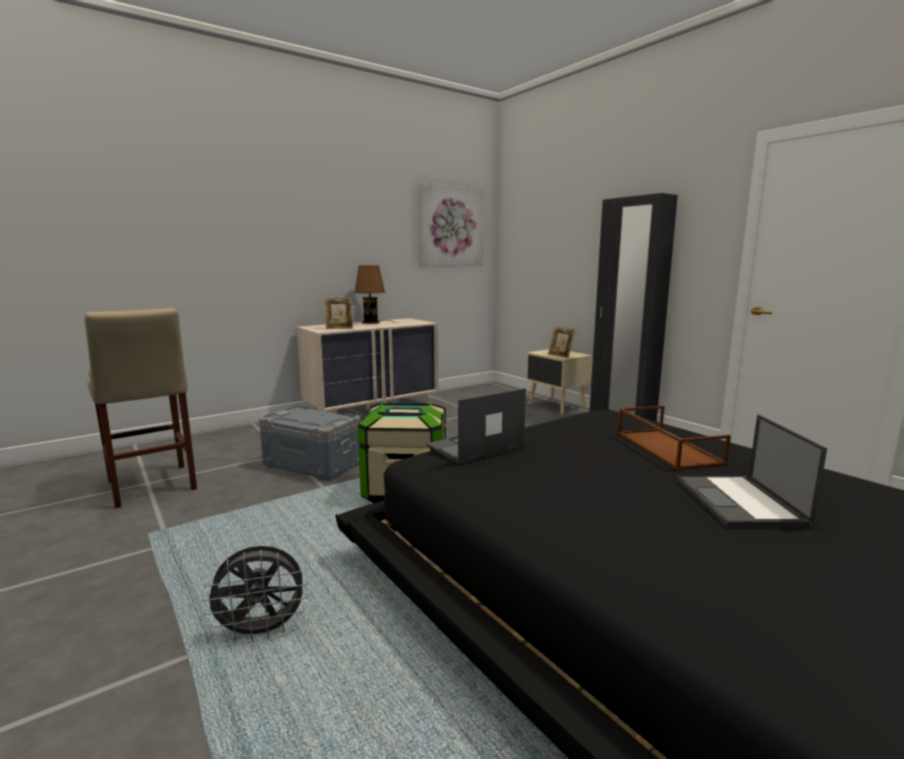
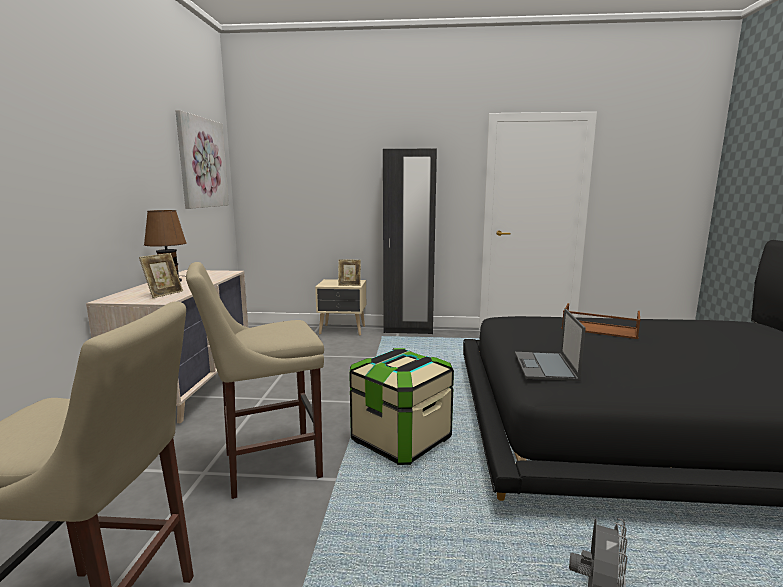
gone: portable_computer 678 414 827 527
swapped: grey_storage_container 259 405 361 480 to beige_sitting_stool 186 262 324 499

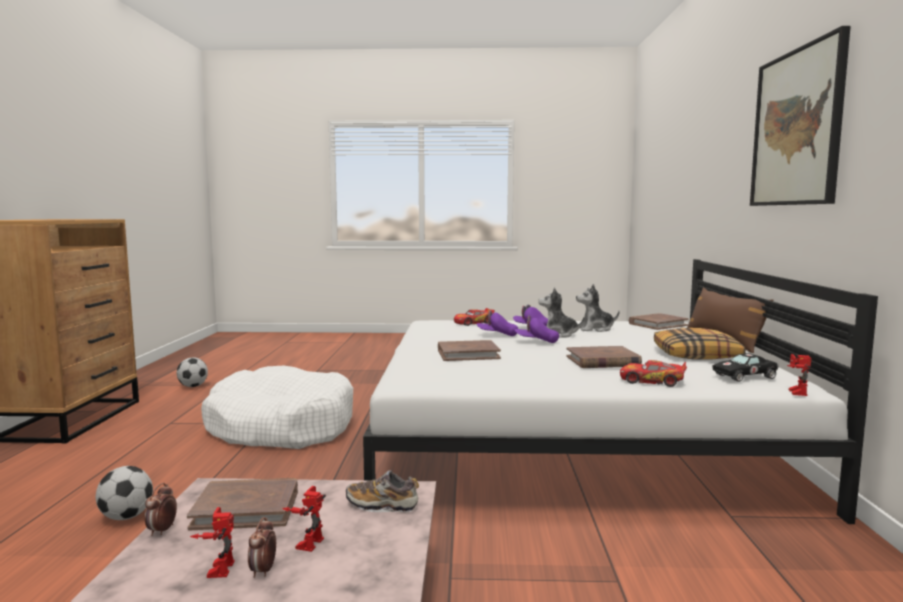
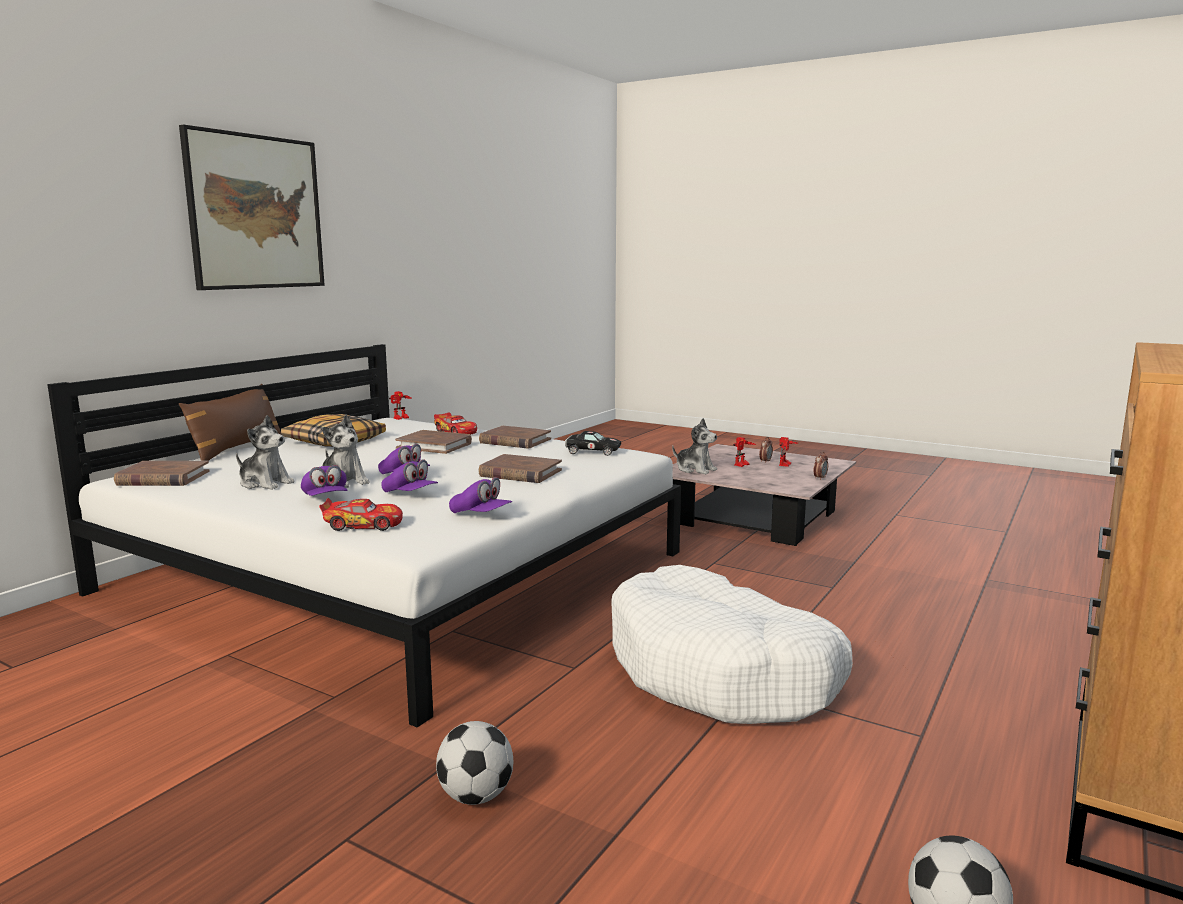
new: purple-coloured_cap 449 477 512 513
shifted: football 96 466 153 520 to 436 721 513 805; brown-coloured_volume 187 478 298 531 to 479 426 551 449; black-coloured_miniature_car 713 353 779 382 to 565 431 621 456
swapped: shoe 346 470 419 513 to soft_toy 672 418 717 474

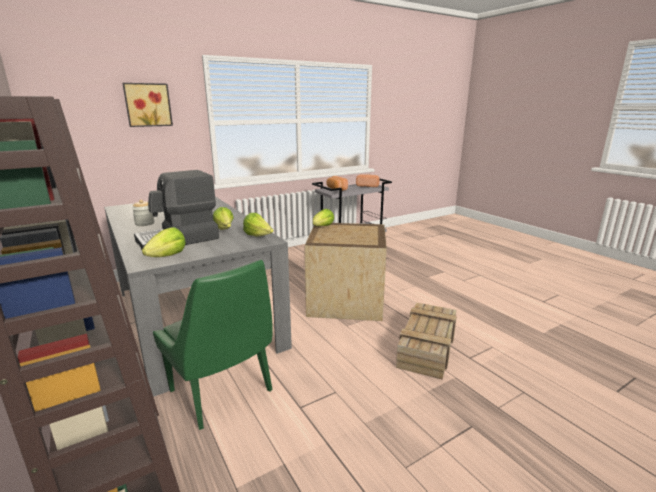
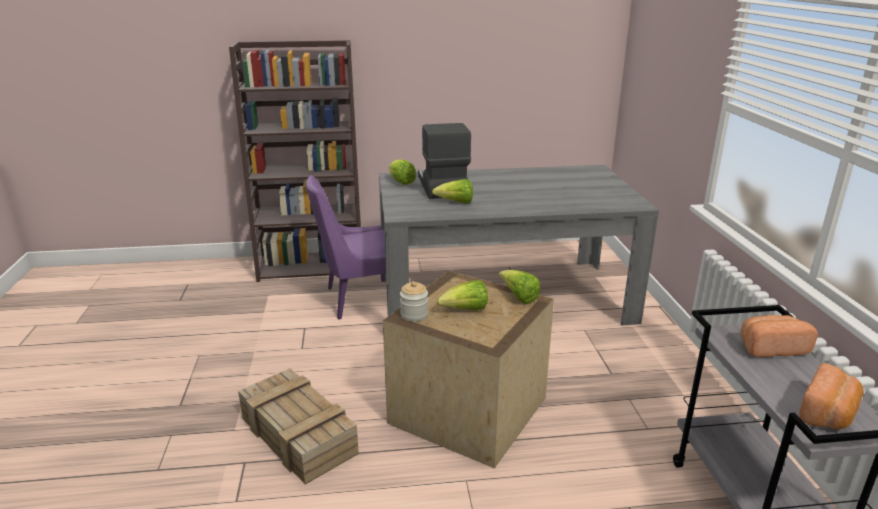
gone: wall_art 123 83 173 127
shifted: jar 132 200 154 226 to 400 281 428 322; lettuce_head 243 213 274 236 to 437 280 488 310
repainted: green_chair 153 260 273 430 to purple-coloured_chair 306 175 386 319

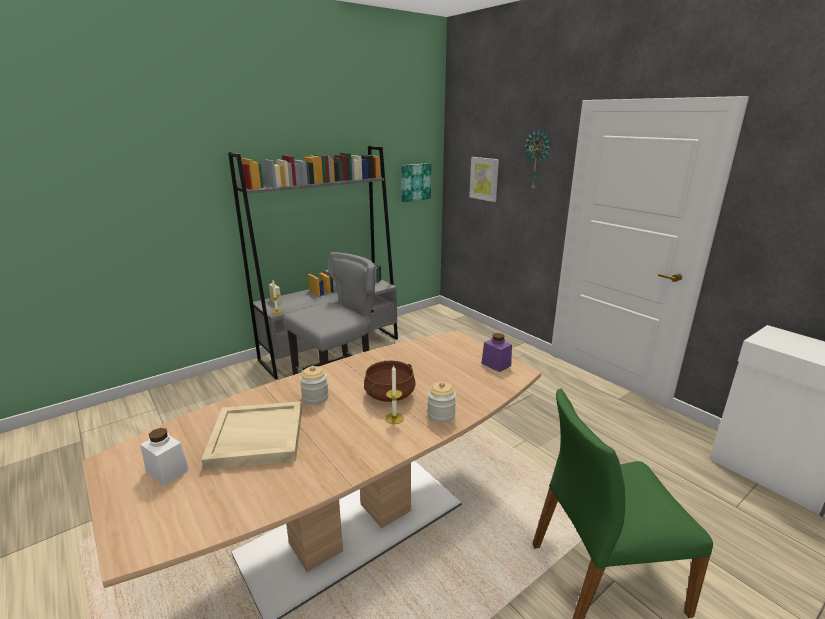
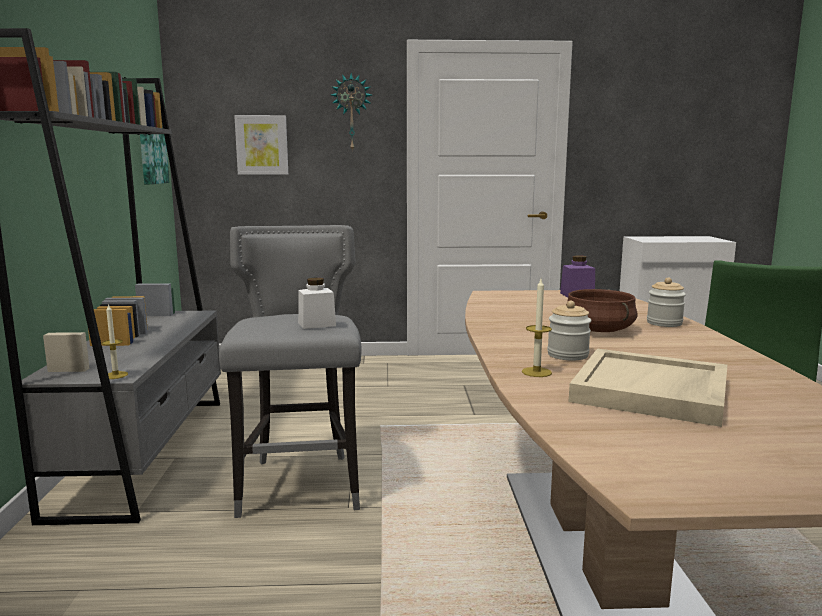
shifted: white_jar 140 428 189 486 to 298 278 336 329; wax_light 385 366 404 424 to 522 279 552 377

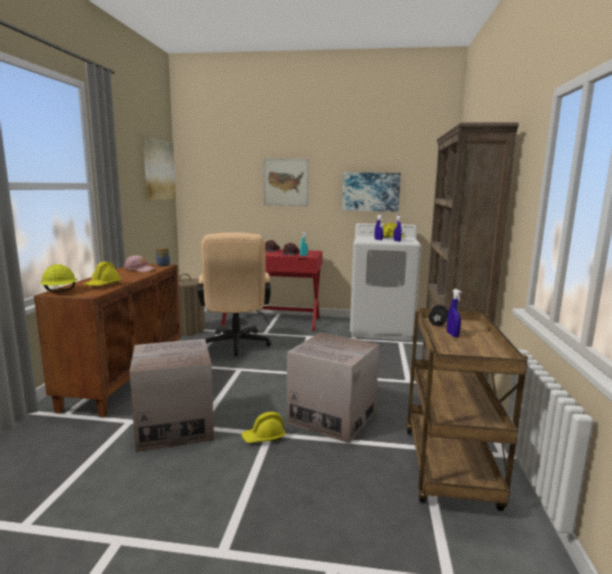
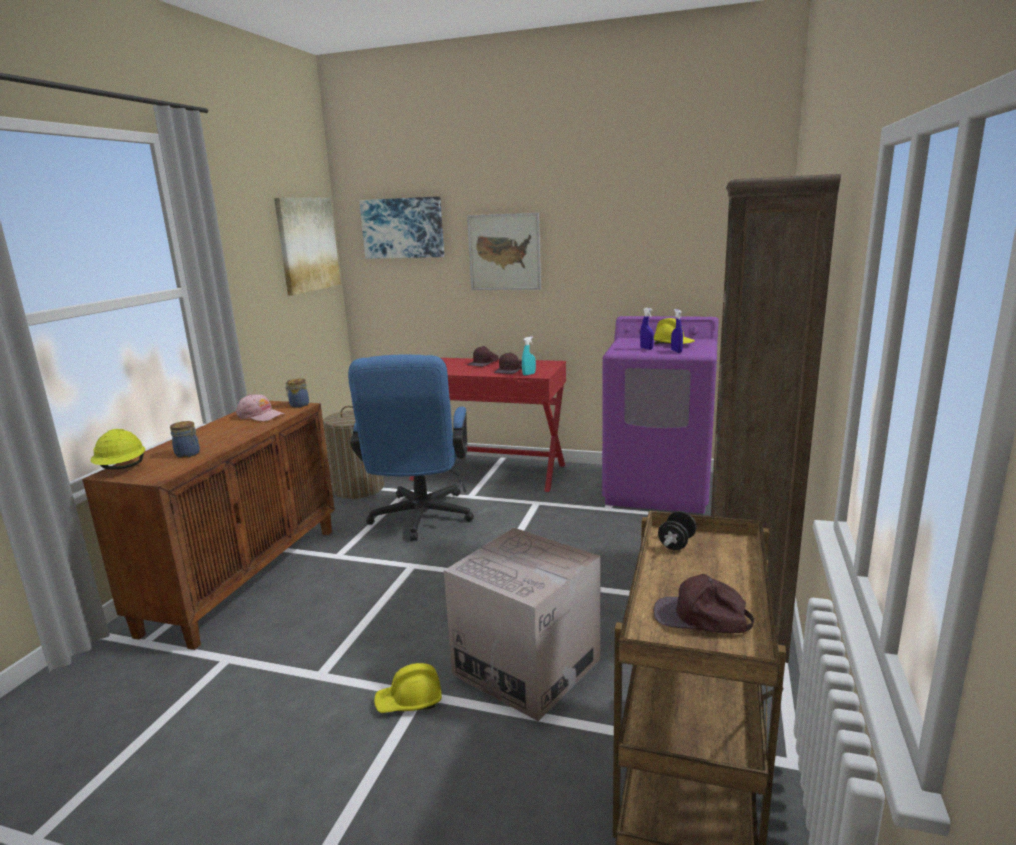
gone: packing_box 129 339 214 452; bluish_hand_sprayer 447 289 462 337
new: brown-coloured_cap 654 574 754 633
shifted: wall_art 342 172 401 212 to 359 196 444 259
swapped: yellow-coloured_work_helmet 84 262 122 286 to jar 170 421 200 458
repainted: beige_computer_chair 198 232 272 357 to bluish_computer_chair 348 354 474 541; white_washing_machine 350 223 422 341 to purple-coloured_washing_machine 602 316 719 514

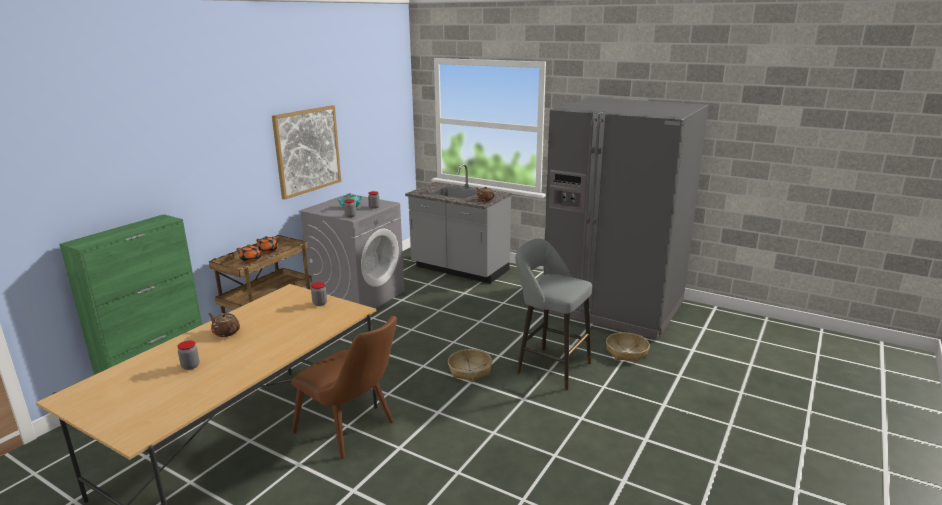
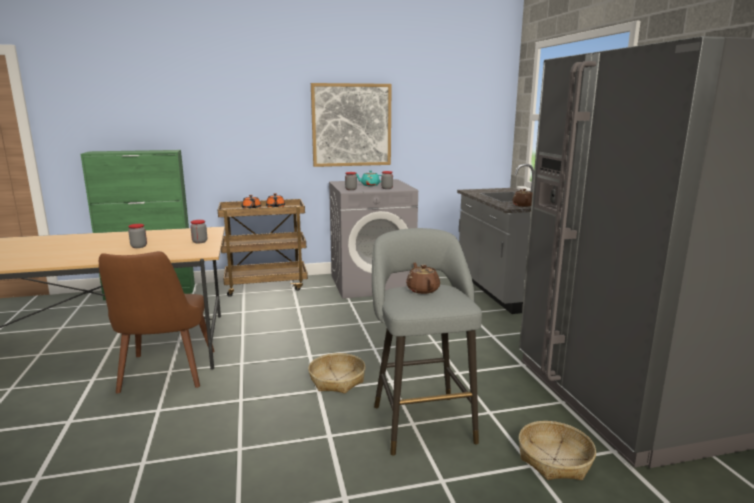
shifted: jar 177 341 199 370 to 128 224 147 248; brown-coloured_teapot 208 313 240 337 to 406 263 440 294

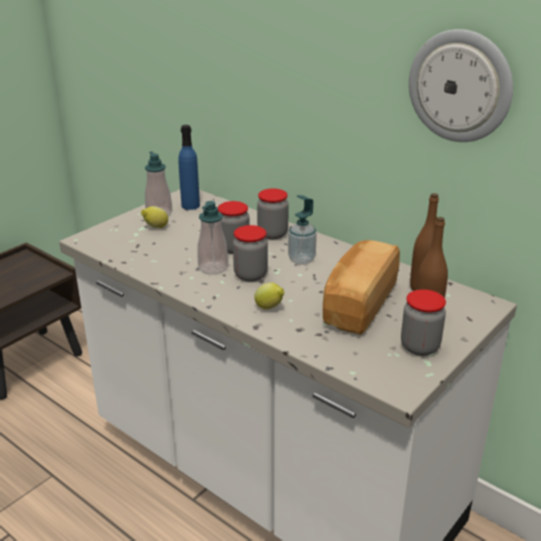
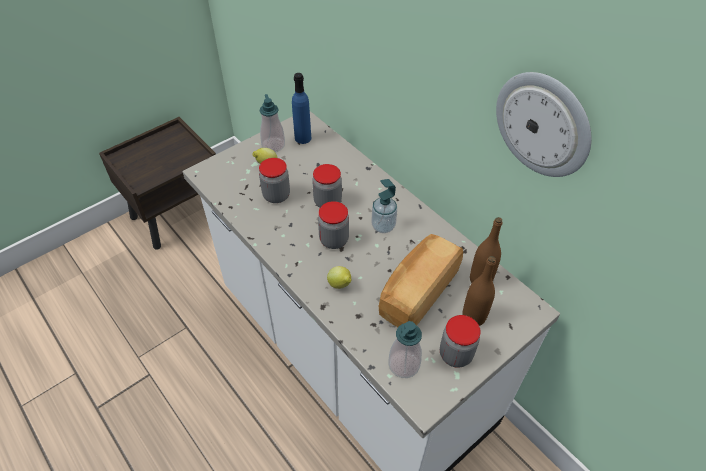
shifted: liquid_soap_bottle 197 201 228 275 to 388 321 422 378; jar 257 188 289 240 to 259 158 290 203

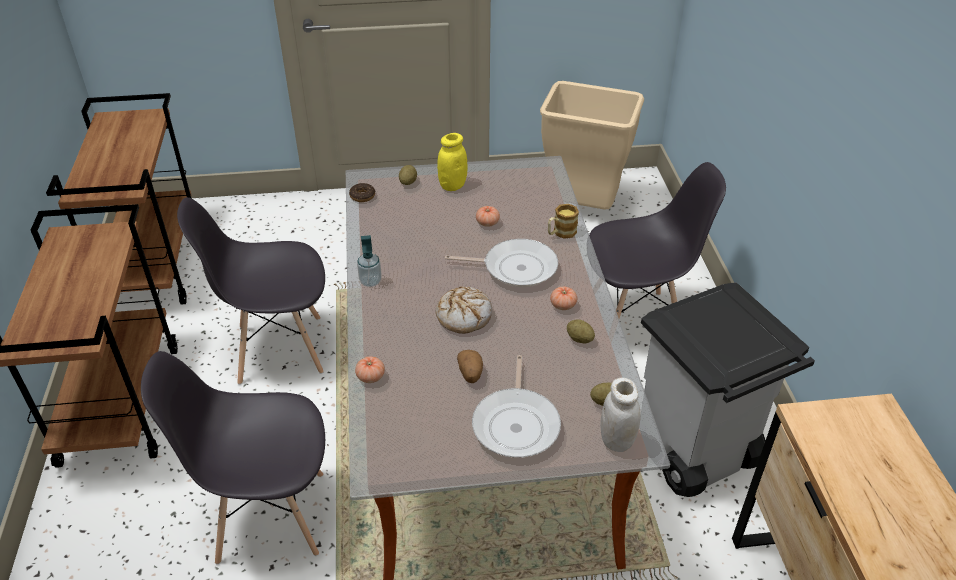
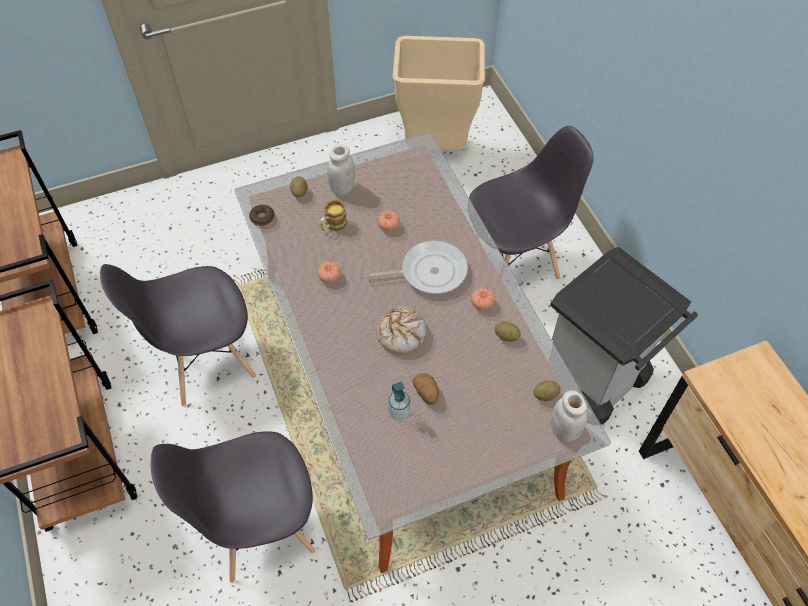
gone: skillet 472 355 561 458
shifted: fresh_tomato 355 356 385 383 to 317 262 341 283; liquid_soap_bottle 357 235 382 287 to 388 382 411 421; mug 548 204 579 239 to 320 199 347 231
repainted: yellow-coloured_jar 437 133 467 191 to white_jar 327 144 355 196

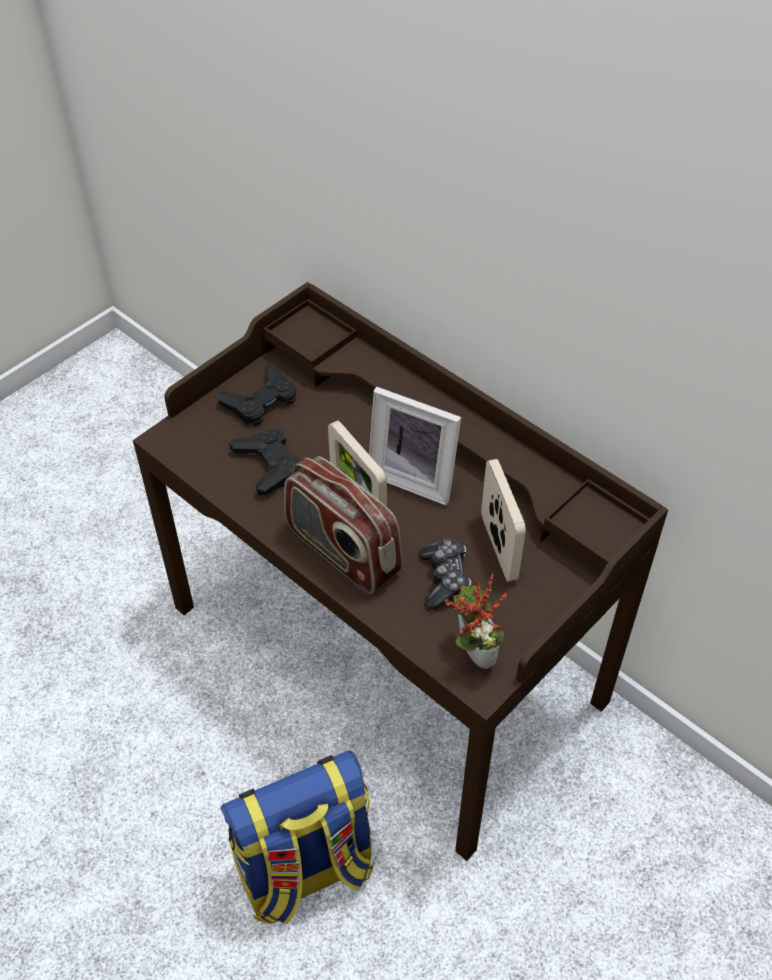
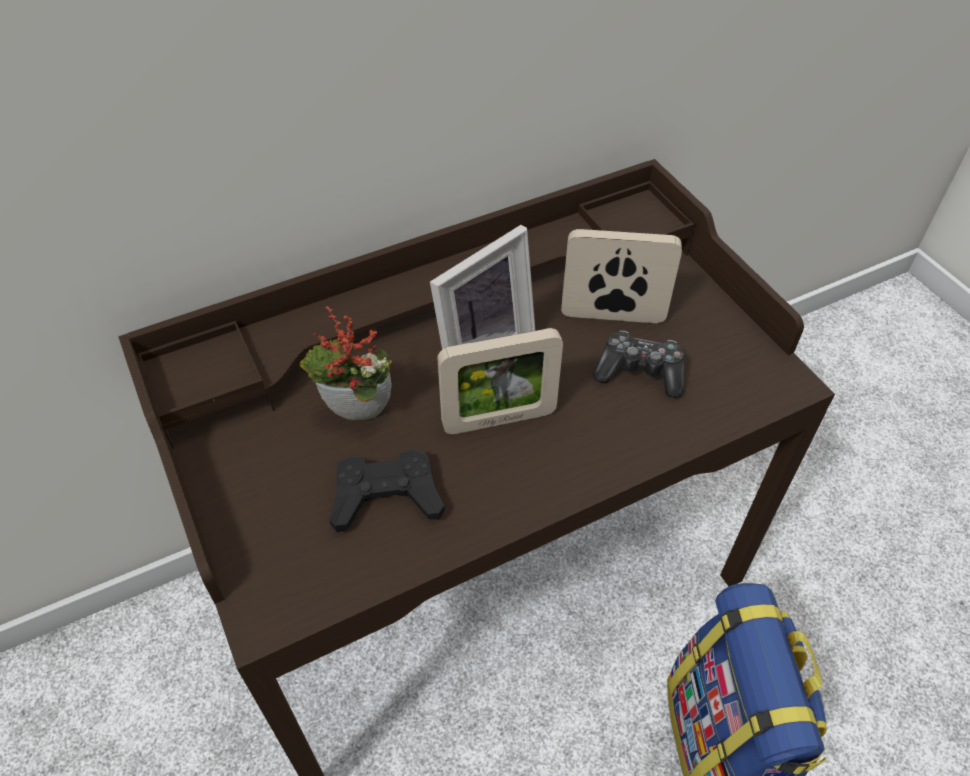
gone: black-coloured_joypad 217 362 296 426; radio_receiver 284 456 403 594
shifted: houseplant 445 574 507 669 to 300 306 392 420

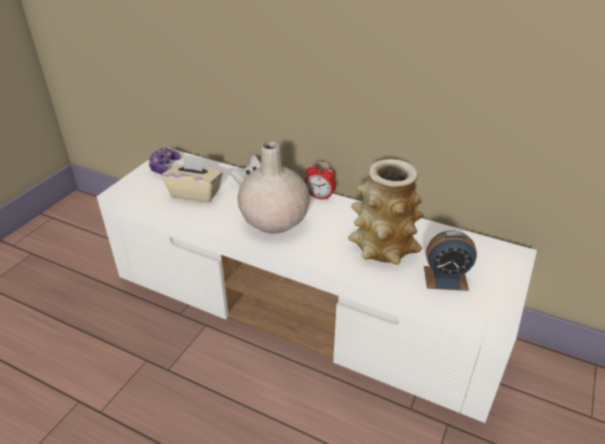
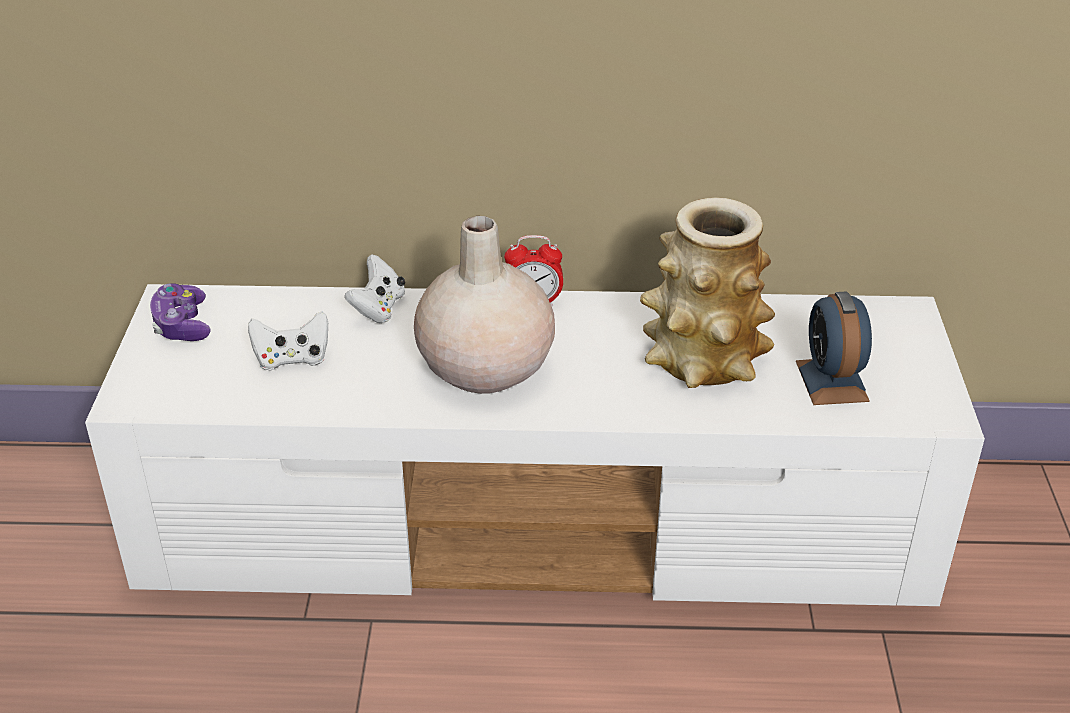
swapped: beige_tissue_box 162 154 223 203 to white_joypad 248 311 328 370
rotated: bedside_clock 424 230 477 291 = 796 291 872 405 105 degrees clockwise

